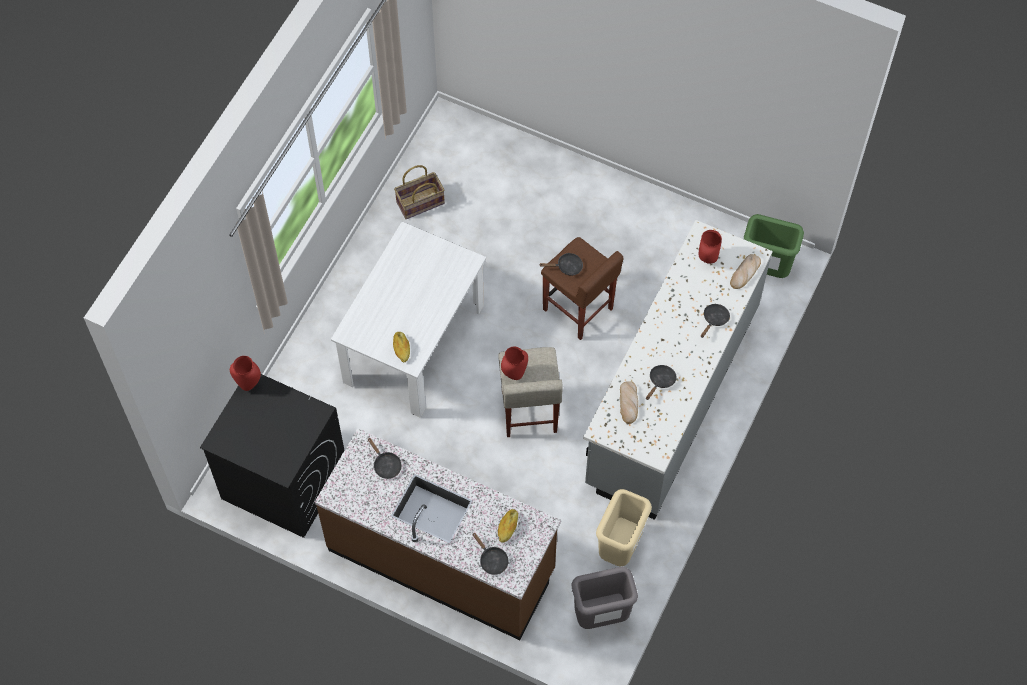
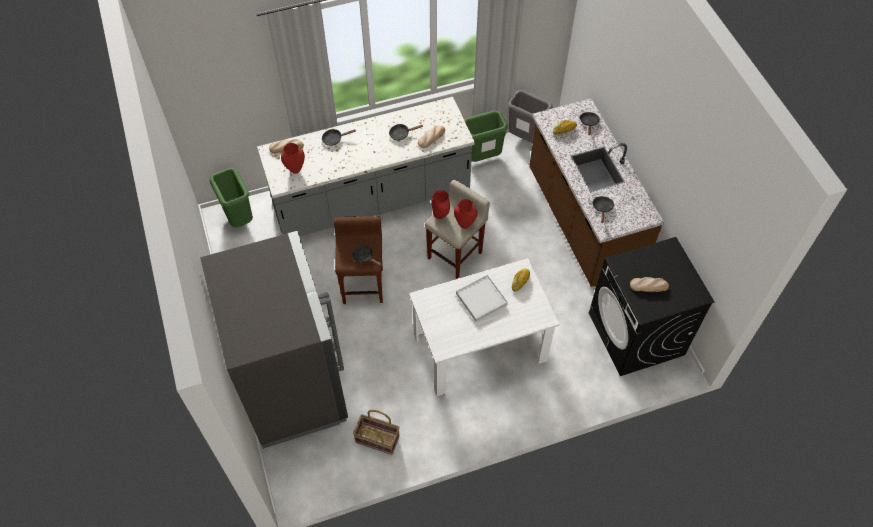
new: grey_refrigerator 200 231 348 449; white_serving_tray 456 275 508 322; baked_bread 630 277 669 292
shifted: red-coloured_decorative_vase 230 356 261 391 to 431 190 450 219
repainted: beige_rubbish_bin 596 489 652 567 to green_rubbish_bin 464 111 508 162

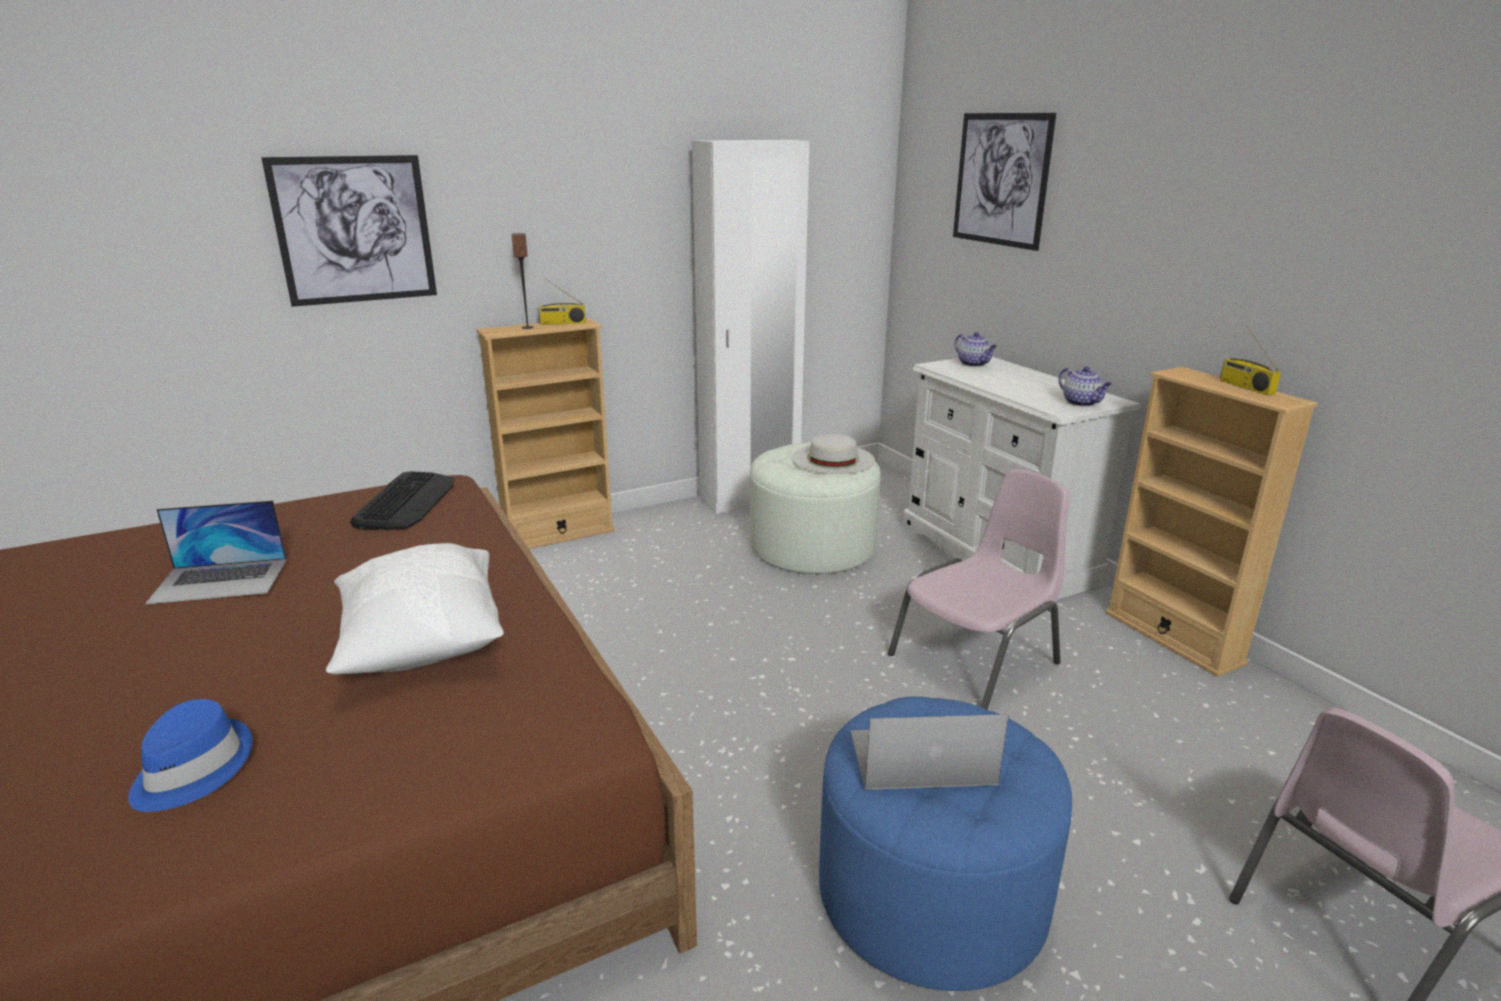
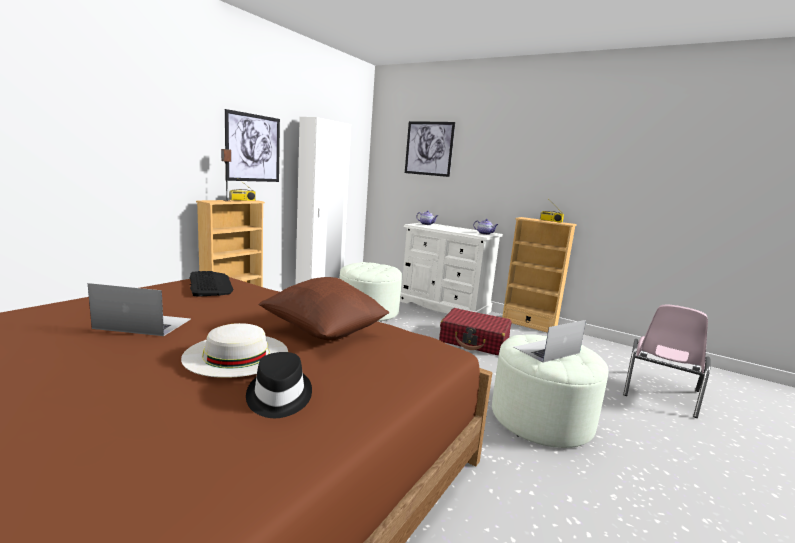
shifted: wall_art 261 155 437 307 to 225 109 280 182; white_hat 792 434 875 474 to 181 323 288 378
swapped: pink_chair 888 469 1070 710 to red-coloured_travel_case 439 308 512 356
repainted: bluish_hat 128 699 252 812 to black-coloured_hat 246 352 312 418; white_throw_pillow 326 543 504 674 to brown-coloured_throw_pillow 258 277 389 341; bluish_ottoman 819 696 1072 991 to white_ottoman 492 334 608 448
rotated: portable_computer 145 500 287 604 = 88 283 191 336 135 degrees counterclockwise

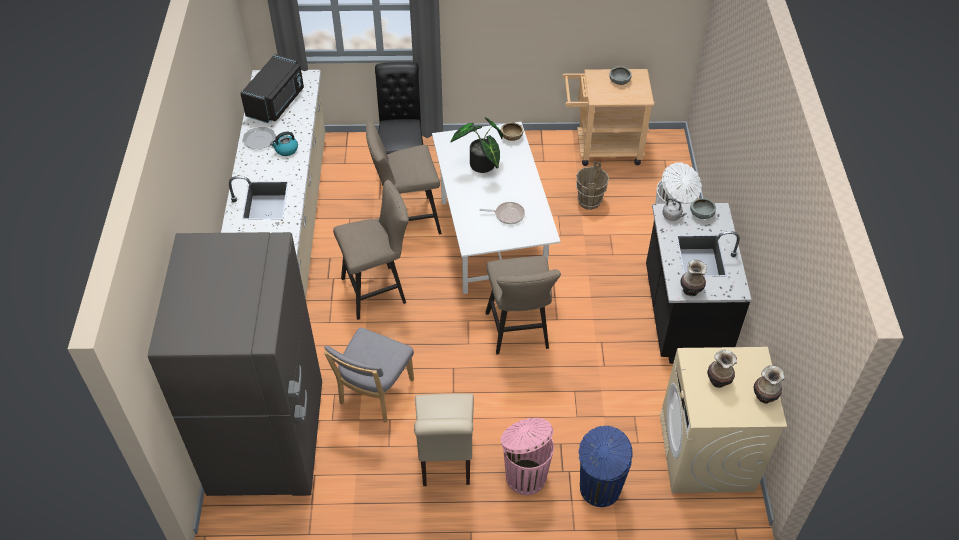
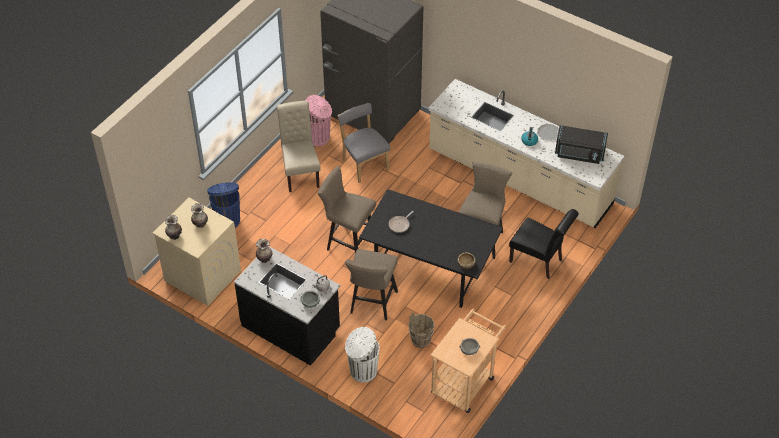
gone: houseplant 450 117 503 173
shifted: beige_sitting_stool 333 180 409 320 to 345 249 398 321; pink_rubbish_bin 501 418 554 495 to 305 95 332 146
repainted: white_kitchen_table 432 122 561 294 to black-coloured_kitchen_table 359 189 503 308
rotated: black-coloured_microwave 240 54 304 123 = 555 125 608 164 45 degrees counterclockwise; beige_chair 414 394 474 486 = 277 101 321 192 45 degrees clockwise

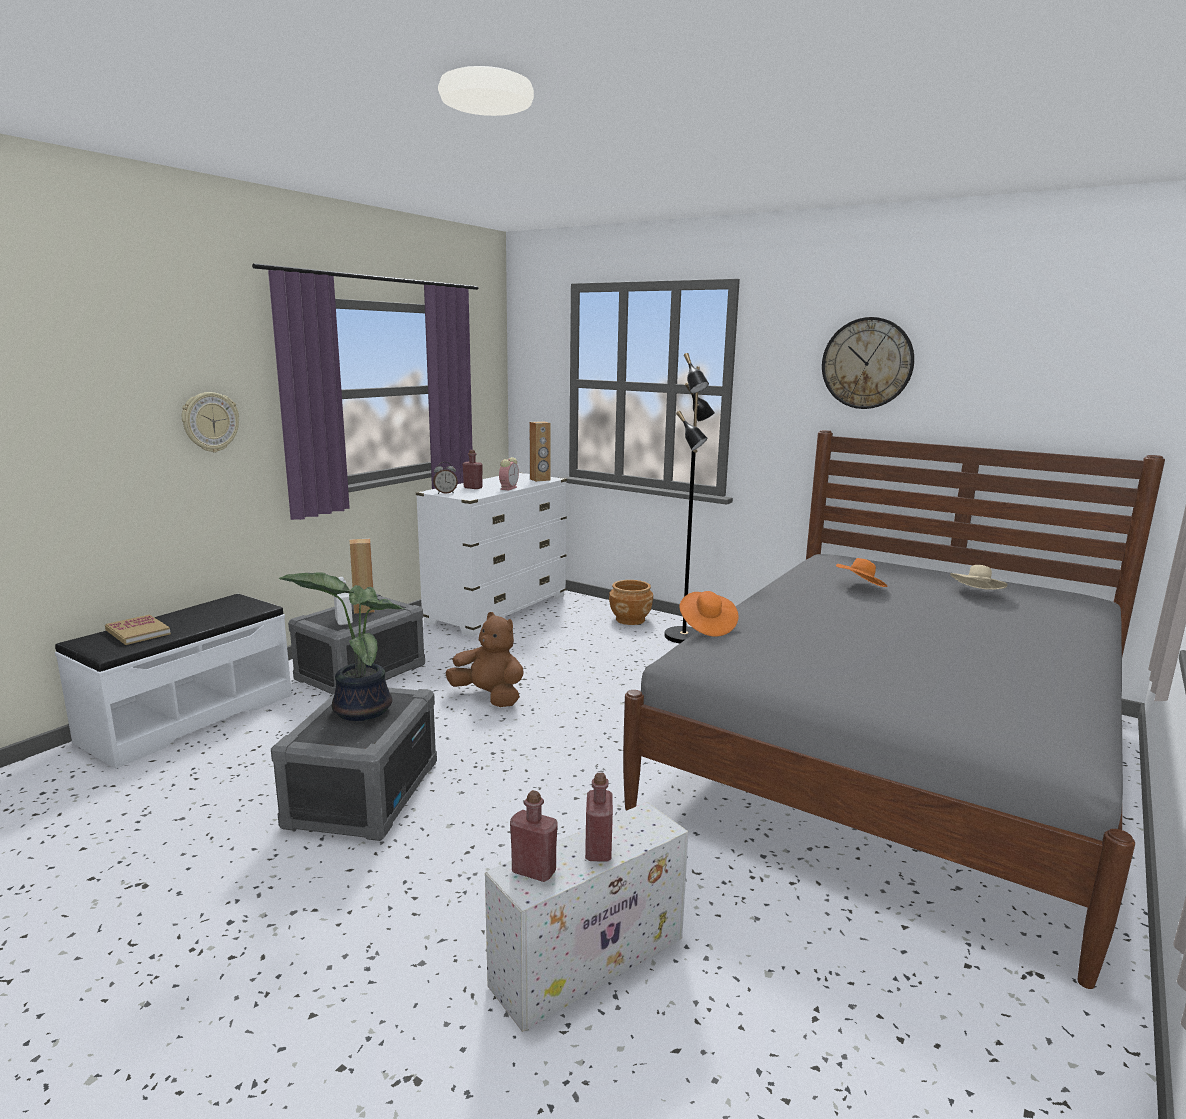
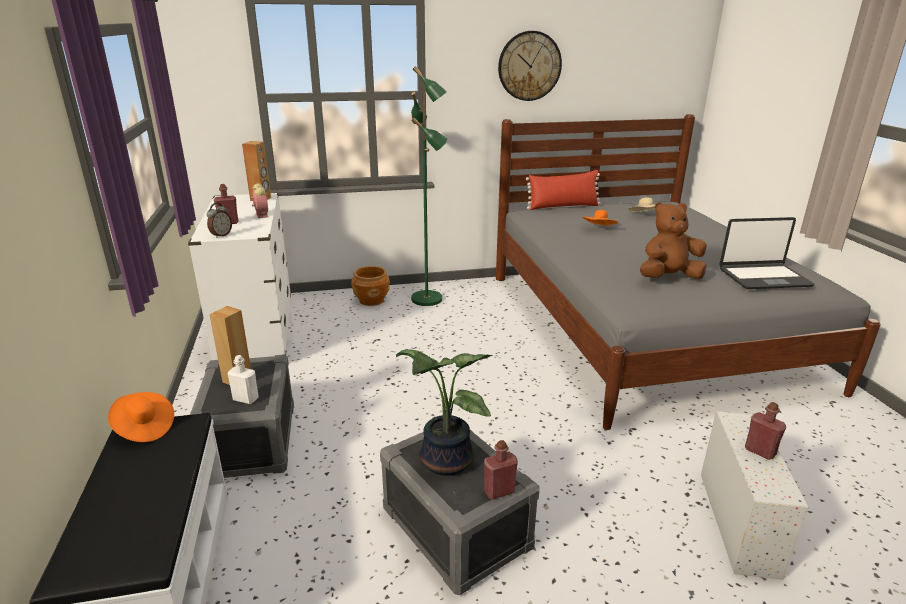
gone: volume 105 614 171 645; hanging_clock 182 392 239 452
new: red-coloured_throw_pillow 526 170 601 210; portable_computer 719 217 815 289
shifted: brown-coloured_soft_toy 446 612 524 707 to 640 202 707 279; red-coloured_bottle 510 790 558 882 to 484 440 518 500; orange_hat 680 591 739 637 to 108 392 174 442
repainted: black-coloured_standard_lamp 664 353 715 643 to green_standard_lamp 411 66 447 306

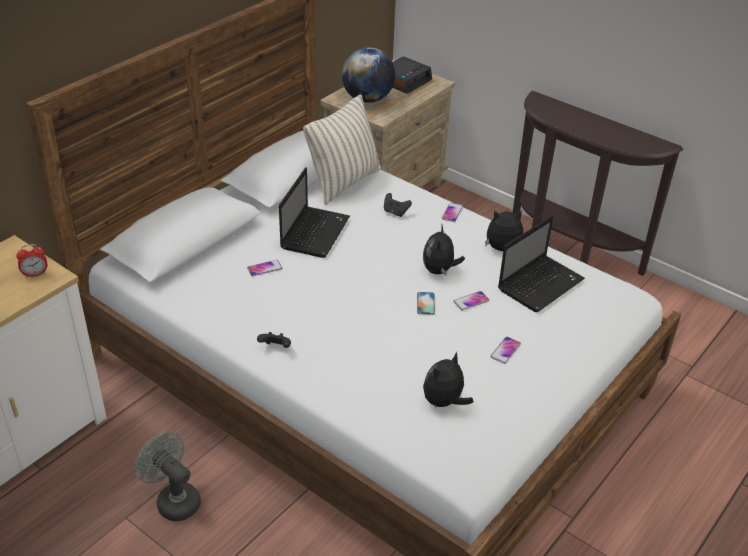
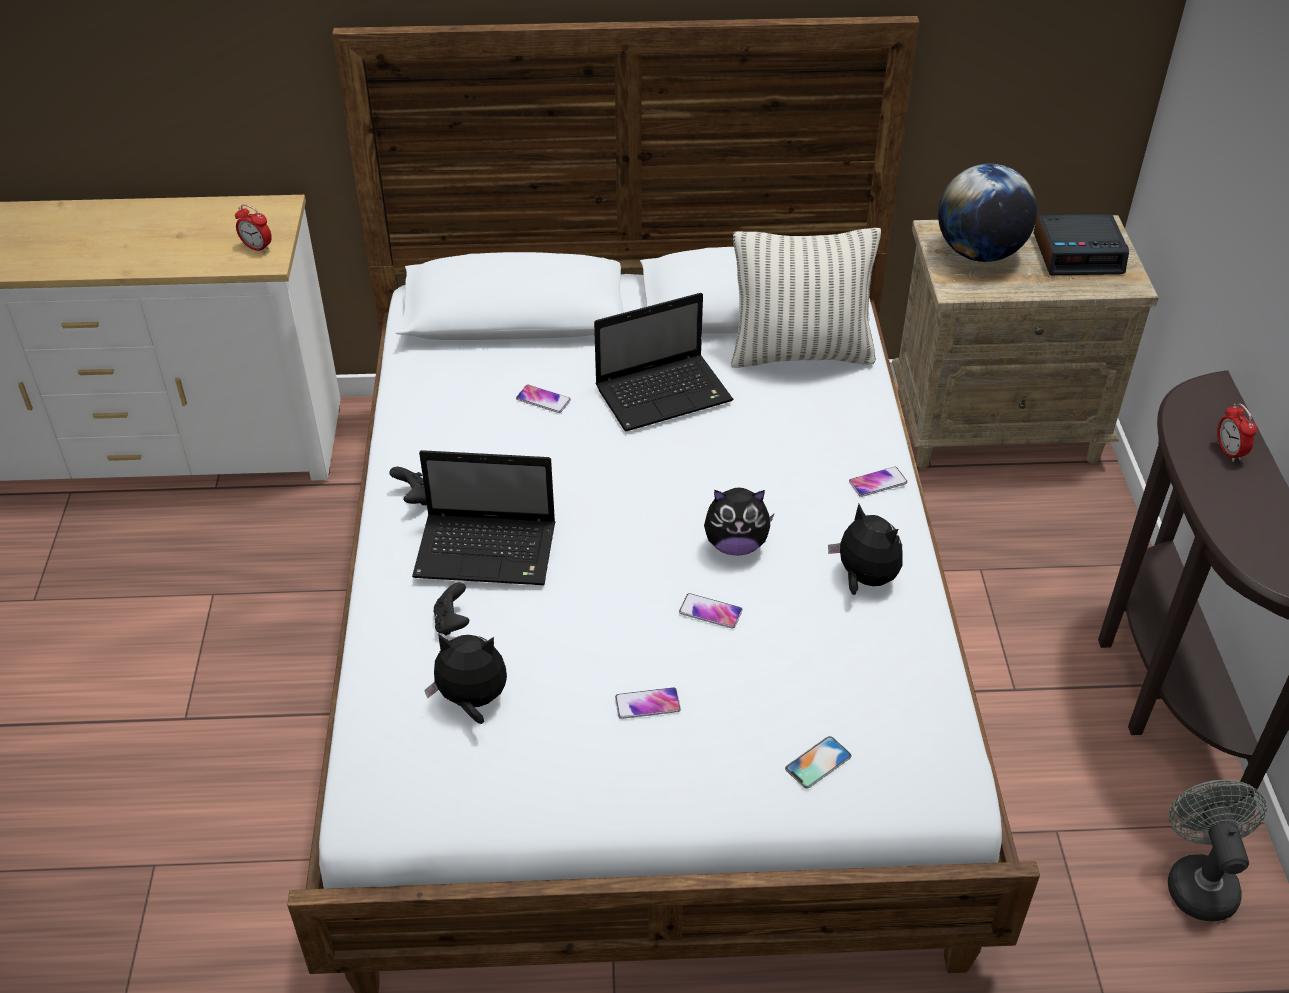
new: bedside_clock 1217 404 1257 462
shifted: grey_fan 135 432 201 521 to 1168 780 1267 922; black-coloured_joypad 384 193 412 217 to 434 582 469 636; telephone 417 292 435 315 to 785 736 852 788; portable_computer 498 216 585 312 to 412 450 556 585
rotated: soft_toy 423 225 465 276 = 704 488 775 556 150 degrees counterclockwise

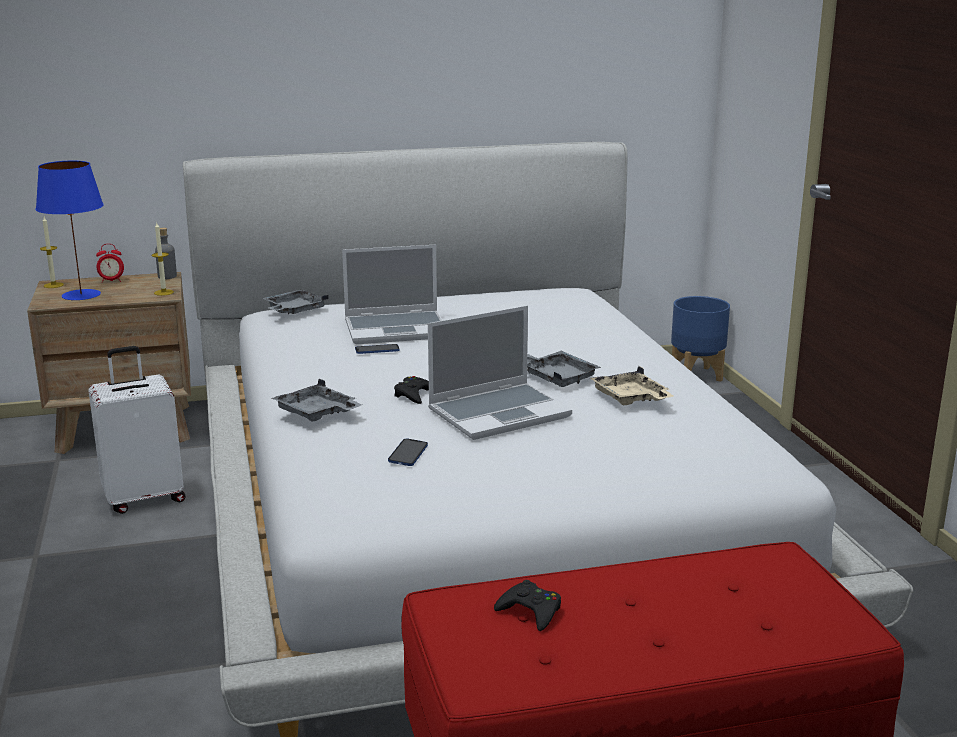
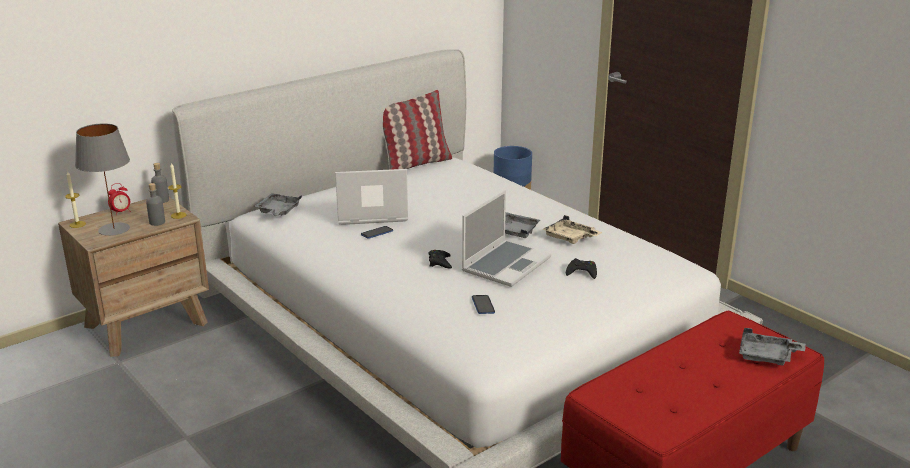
gone: white_travel_case 88 346 186 514
new: grey_bottle 146 183 165 226; throw_pillow 383 90 452 170
shifted: grey_serving_tray 272 379 362 422 to 739 328 806 366; black-coloured_joypad 494 580 561 631 to 566 258 597 279
repainted: bluish_tabletop_lamp 36 161 104 300 to grey_tabletop_lamp 75 123 130 236
rotated: portable_computer 342 245 443 344 = 335 169 408 225 150 degrees counterclockwise

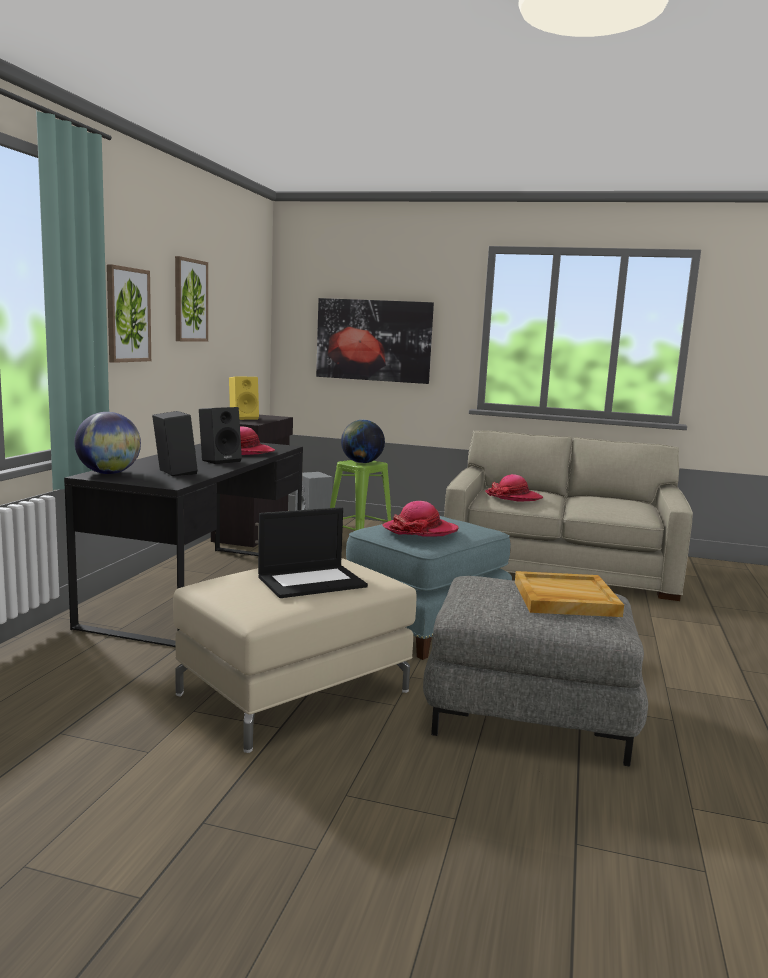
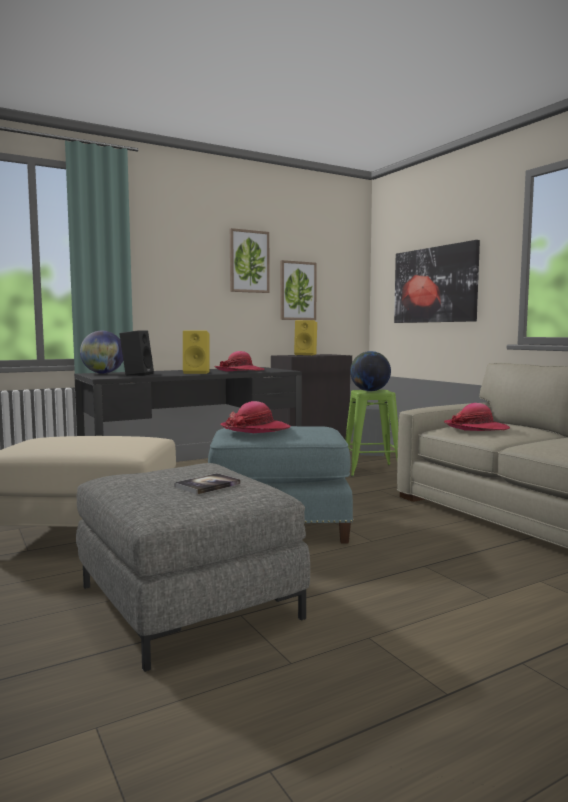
gone: portable_computer 258 507 368 598
shifted: wall_art 107 264 151 363 to 280 260 317 320
swapped: beige_serving_tray 515 571 624 617 to volume 175 473 241 494
repainted: black-coloured_loudspeaker 199 407 242 464 to yellow-coloured_loudspeaker 183 331 209 374

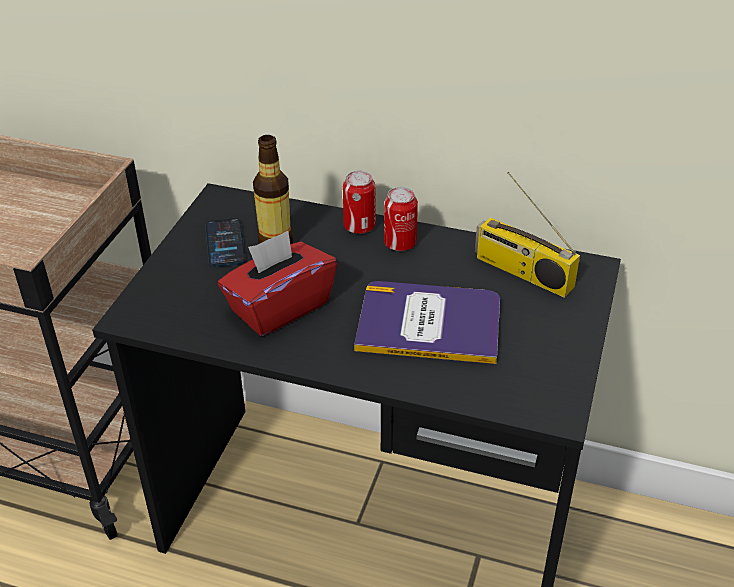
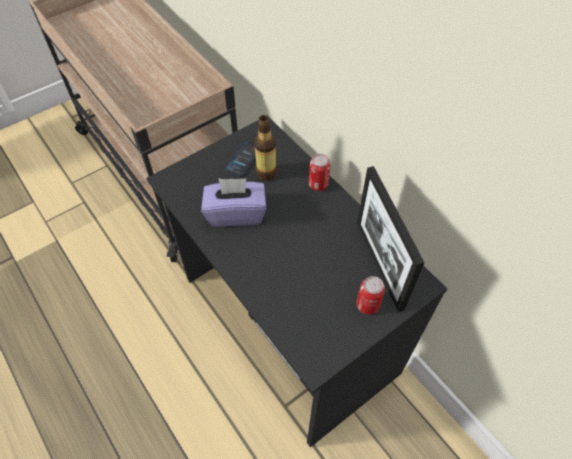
gone: volume 354 281 500 364
shifted: can 384 187 418 251 to 356 276 385 315
swapped: radio_receiver 475 172 580 298 to photo_frame 357 166 425 312
repainted: red-coloured_tissue_box 218 231 337 336 to purple-coloured_tissue_box 201 178 266 227

